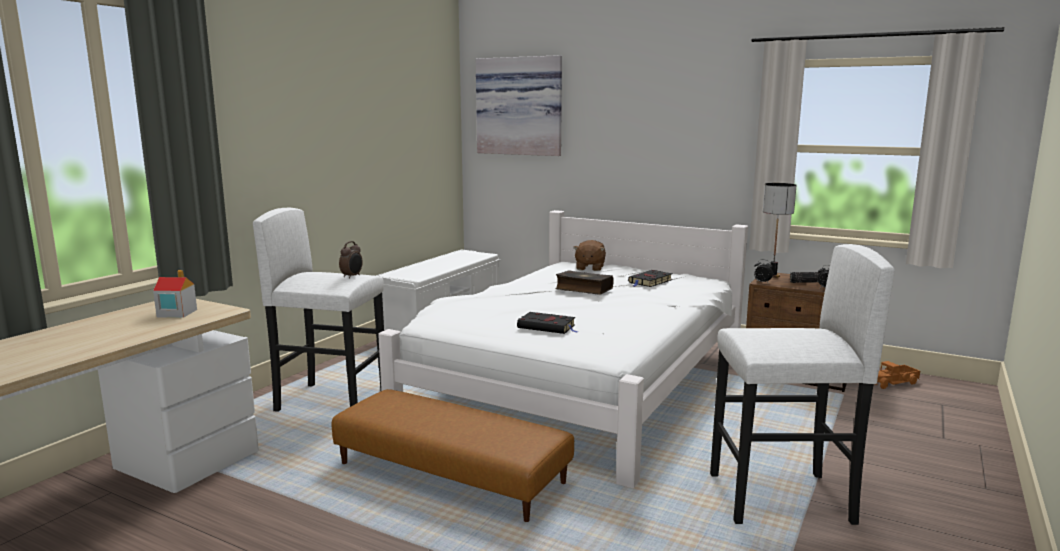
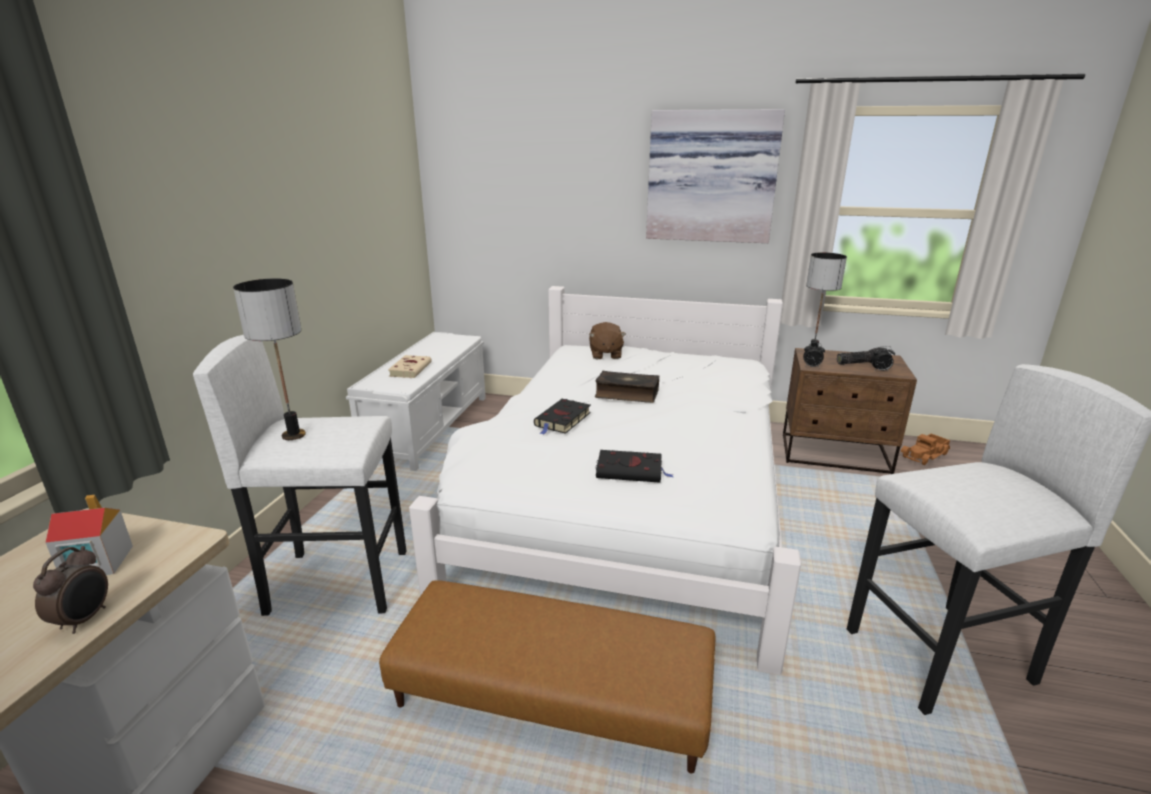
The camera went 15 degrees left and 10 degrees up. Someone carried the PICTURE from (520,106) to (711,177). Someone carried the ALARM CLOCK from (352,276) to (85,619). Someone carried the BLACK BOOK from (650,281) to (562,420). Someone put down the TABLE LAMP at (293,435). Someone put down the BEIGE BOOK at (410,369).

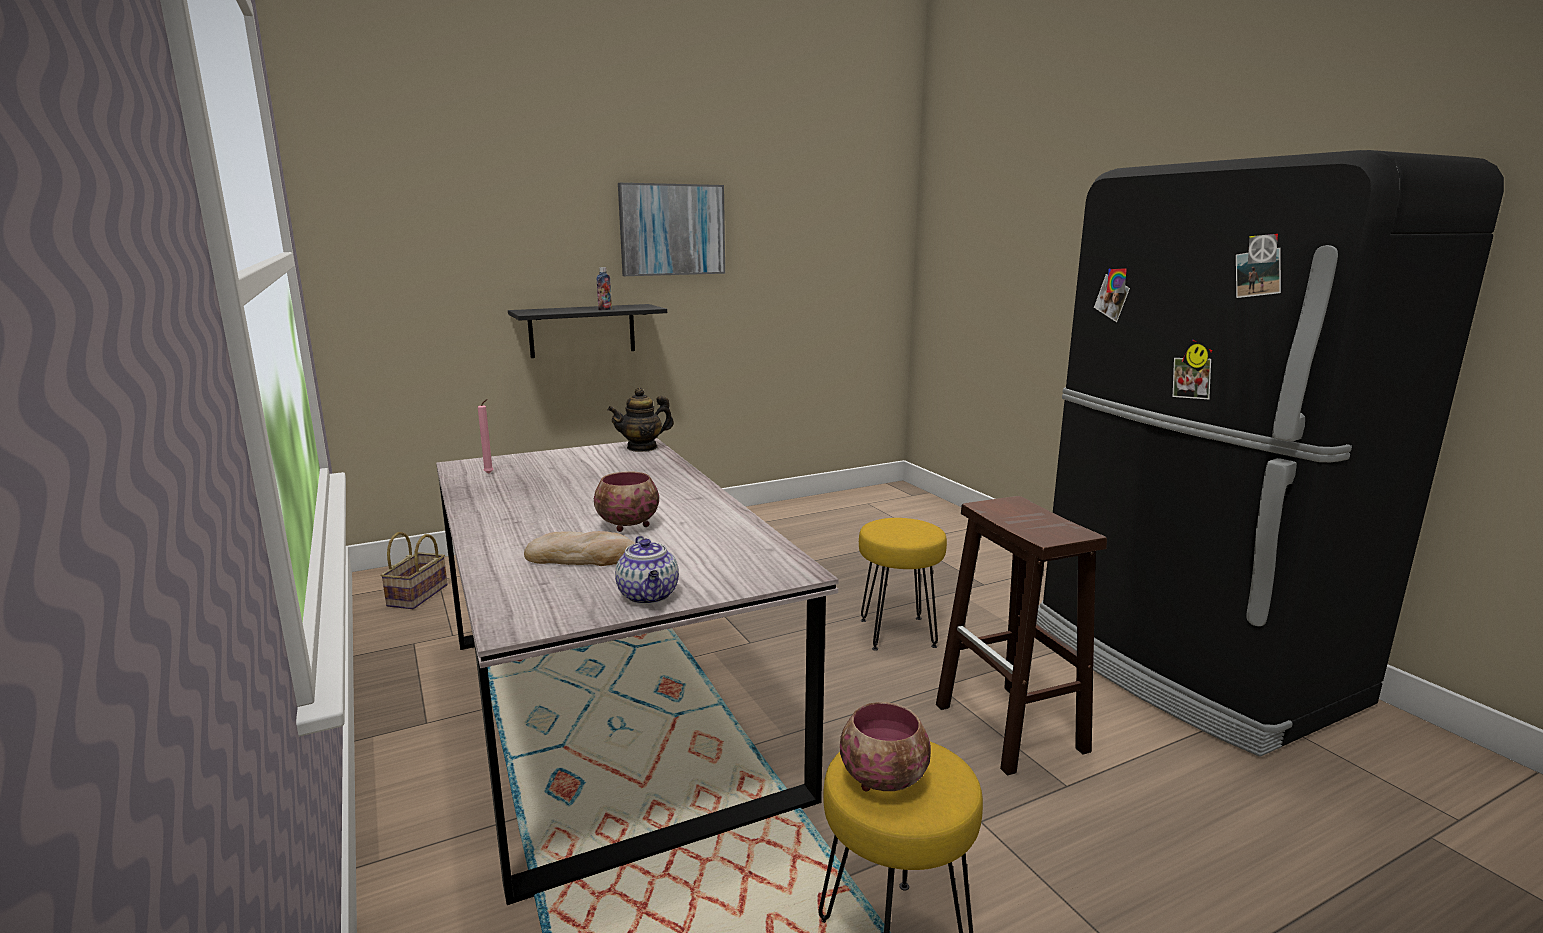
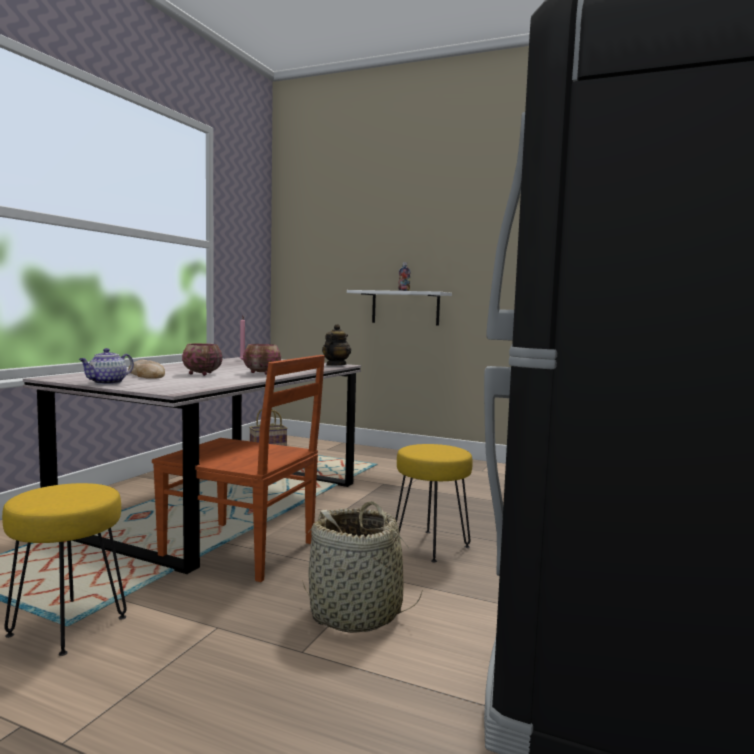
The camera went 50 degrees right and 10 degrees down. Someone took away the PICTURE at (672,230). Someone repainted the BLACK SHELF at (582,330), which became the WHITE SHELF at (405,308). Someone rotated the TEAPOT at (642,447) by 90 degrees clockwise. Someone swapped the BROWN STOOL at (1011,729) for the BASKET at (356,613). Someone carried the BOWL from (885,780) to (262,373). Someone put down the BROWN CHAIR at (242,551).

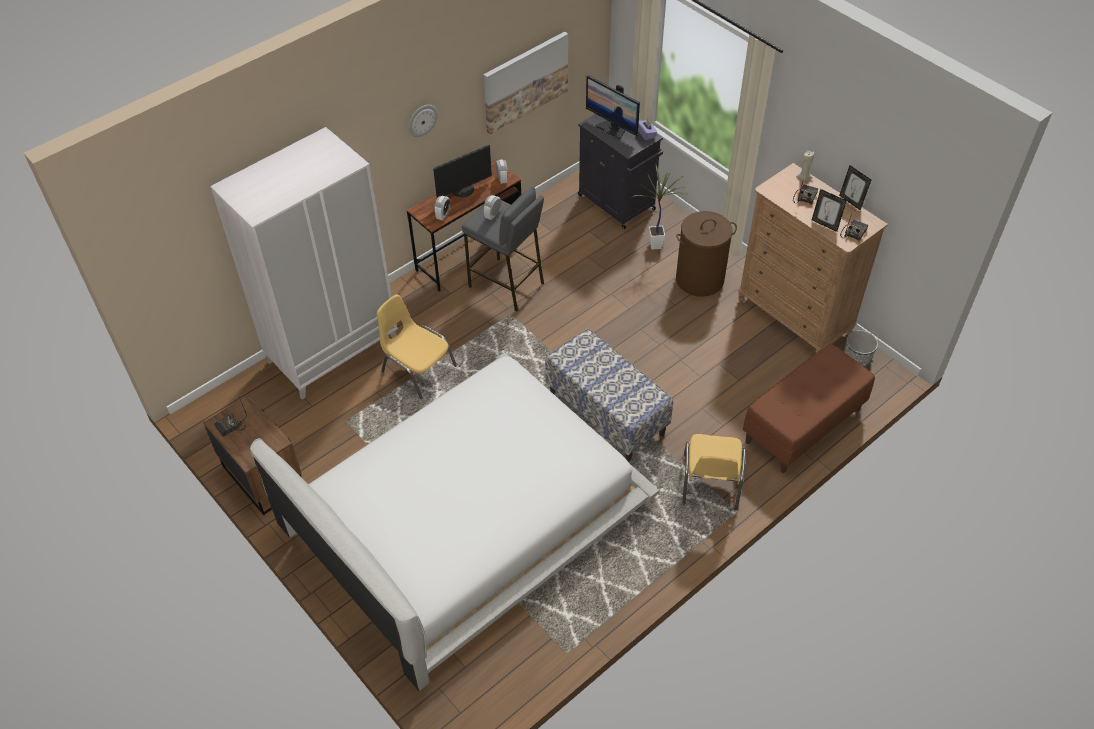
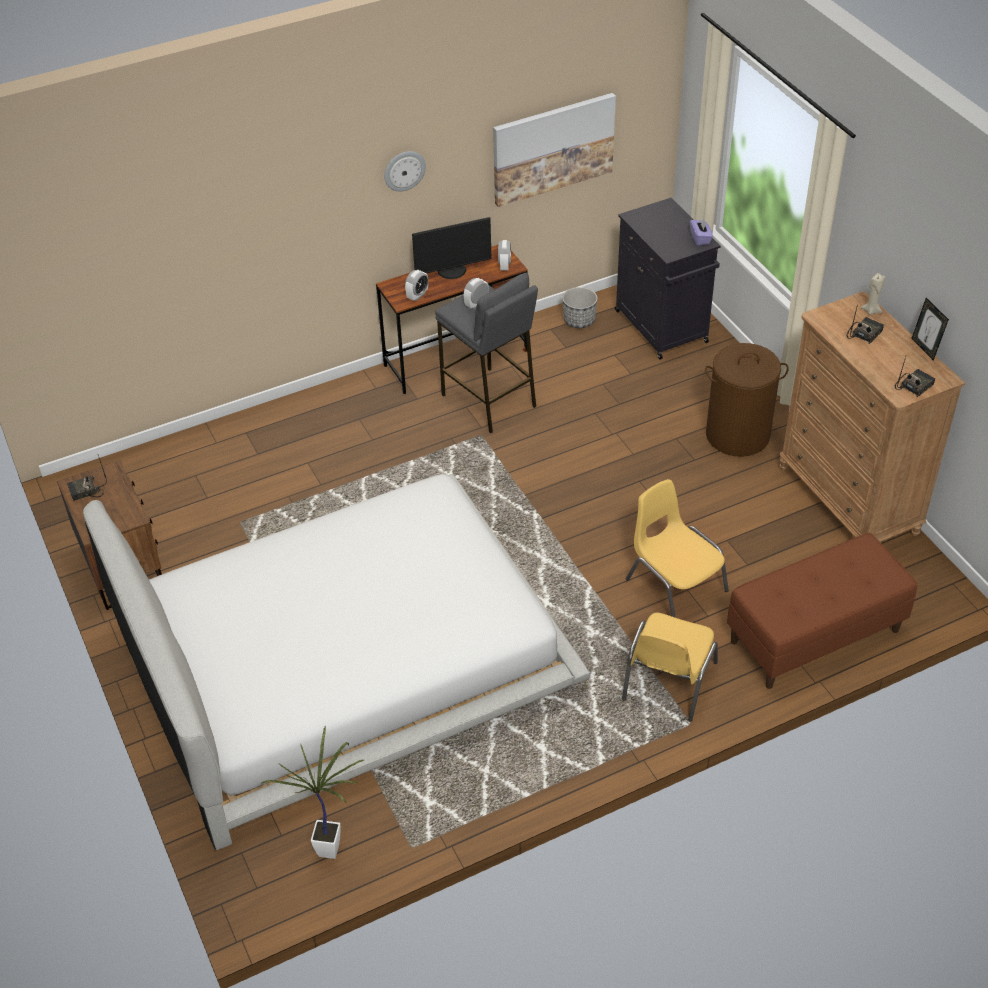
The camera went 15 degrees right and 5 degrees down. Someone took away the MONITOR at (612,128). Someone took away the WHITE WARDROBE at (333,350). Someone carried the POTTED PLANT from (656,243) to (332,847). Someone took away the PICTURE FRAME at (825,224). Someone carried the YELLOW CHAIR from (417,368) to (674,584). Someone took away the BENCH at (606,413). Someone carried the PLANTER from (857,358) to (579,320).

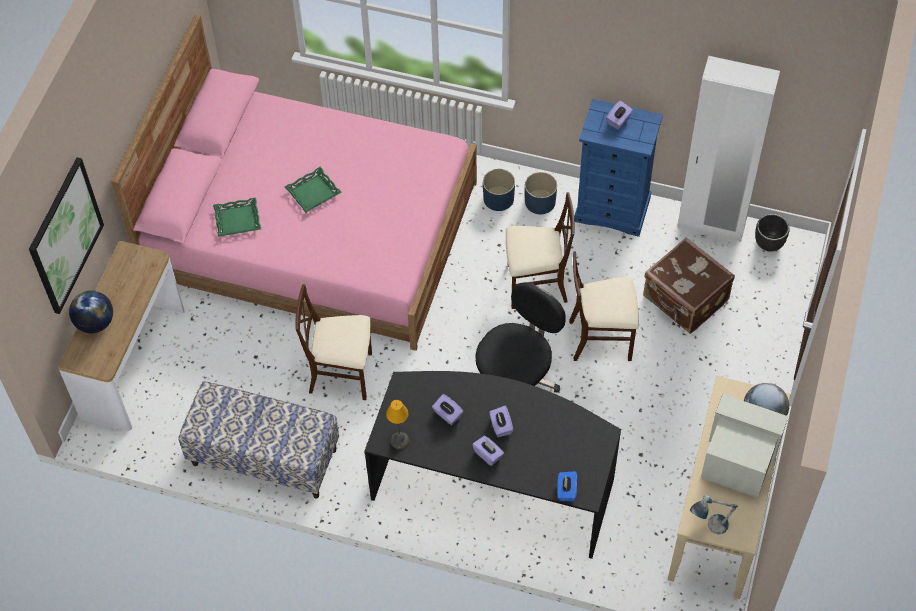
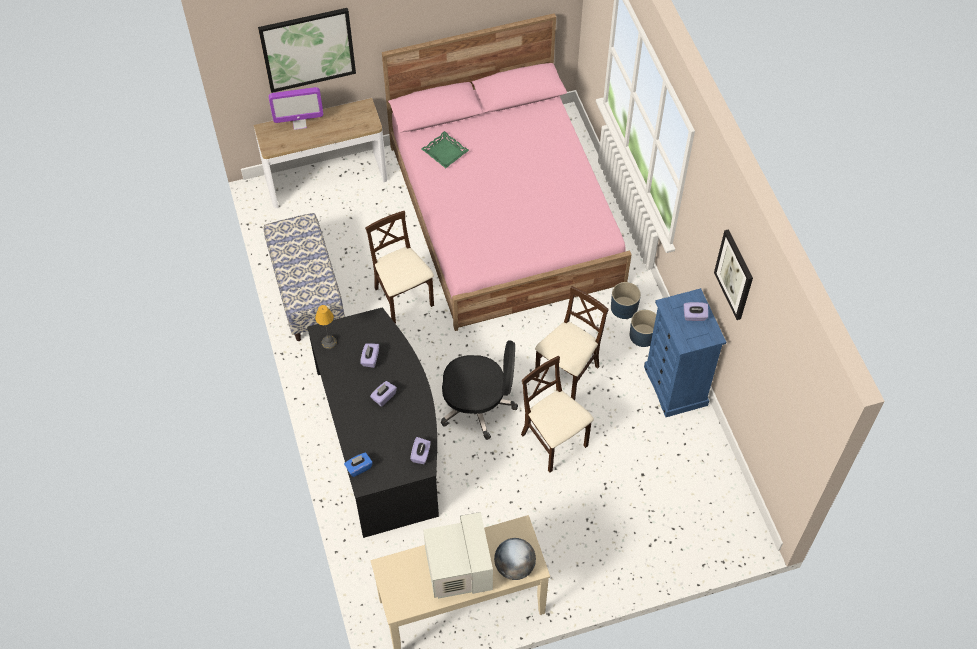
The camera went 55 degrees right and 0 degrees up. Someone took away the WHITE WARDROBE at (711,225). Someone took away the GREEN TRAY at (313,192). Someone rotated the BEIGE CHAIR at (536,284) by 105 degrees counterclockwise. Someone took away the BLACK PLANTER at (769,244). Someone took away the BROWN SUITCASE at (685,300). Someone swapped the GLOBE at (95,323) for the MONITOR at (299,123). Someone carried the PURPLE TISSUE BOX from (488,454) to (421,455). Someone took away the TABLE LAMP at (709,527). Someone put up the PICTURE at (734,274).

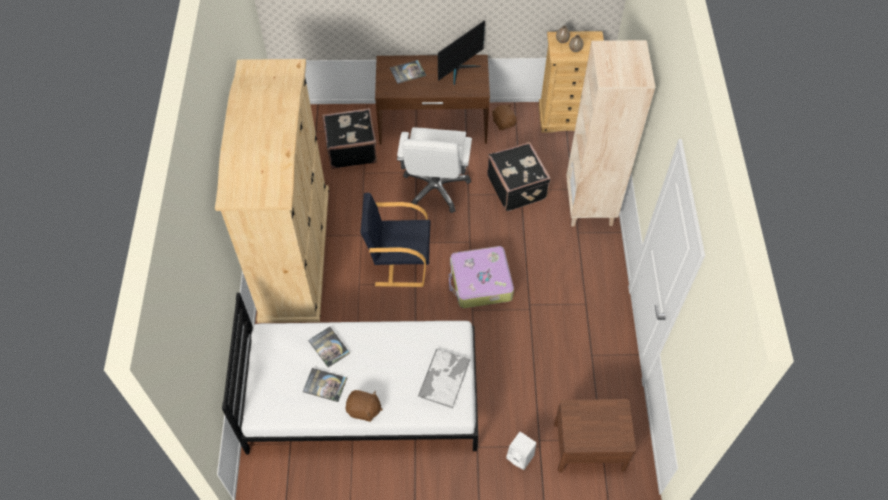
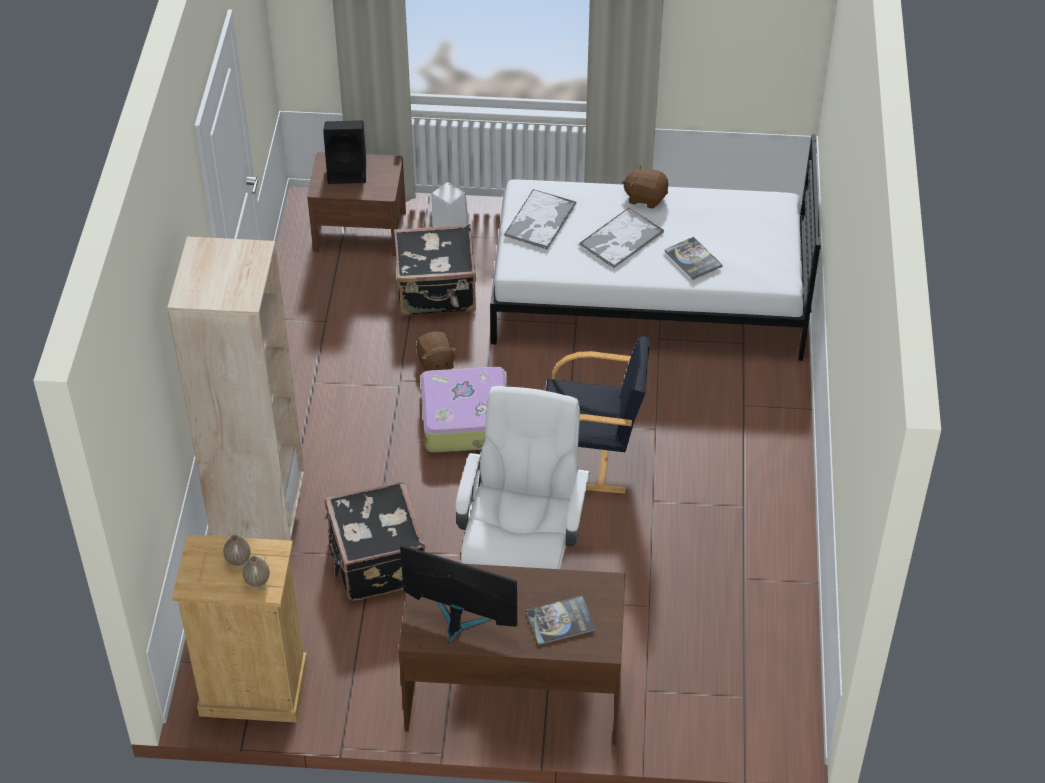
The camera went 175 degrees left and 10 degrees down. Someone rotated the MONITOR at (459,69) by 60 degrees clockwise. Someone took away the BEIGE WARDROBE at (294,252). Someone carried the BROWN PLUSH TOY from (504,123) to (435,363). Someone carried the BLACK SUITCASE from (351,149) to (437,292). Someone took away the BOOK at (325,385). Someone put down the BLACK SPEAKER at (348,170). Someone put down the TRAY at (621,239).

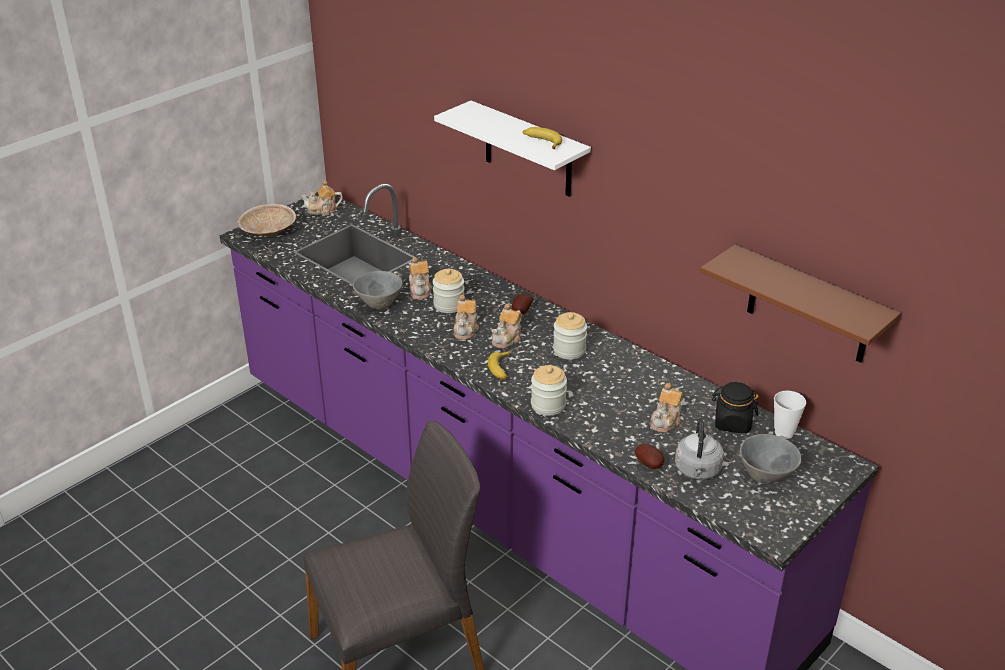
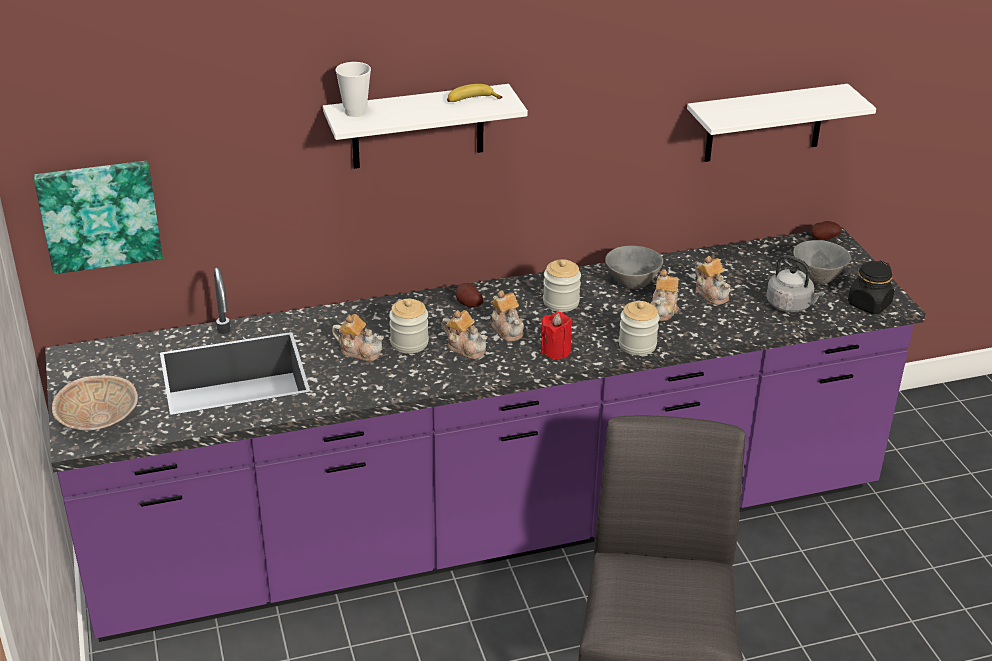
The camera went 60 degrees left and 0 degrees up. Someone carried the TEAPOT from (323,210) to (663,310). Someone repainted the BROWN SHELF at (808,306), which became the WHITE SHELF at (764,123). Someone carried the GREY BOWL from (380,302) to (631,281). Someone swapped the BANANA at (501,369) for the RED CANDLE at (555,350). Someone carried the BLACK JAR from (732,423) to (869,304). Someone carried the CUP from (784,433) to (355,112). Someone carried the POTATO from (650,465) to (823,239). Someone put up the PICTURE at (99,214).

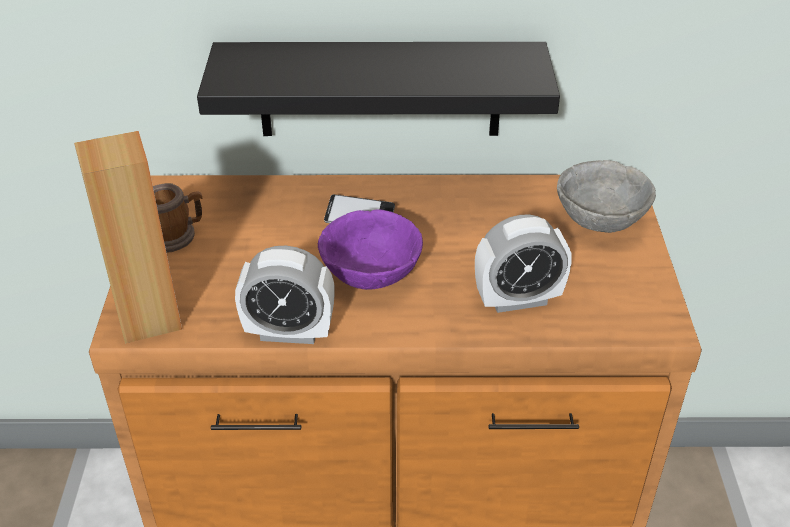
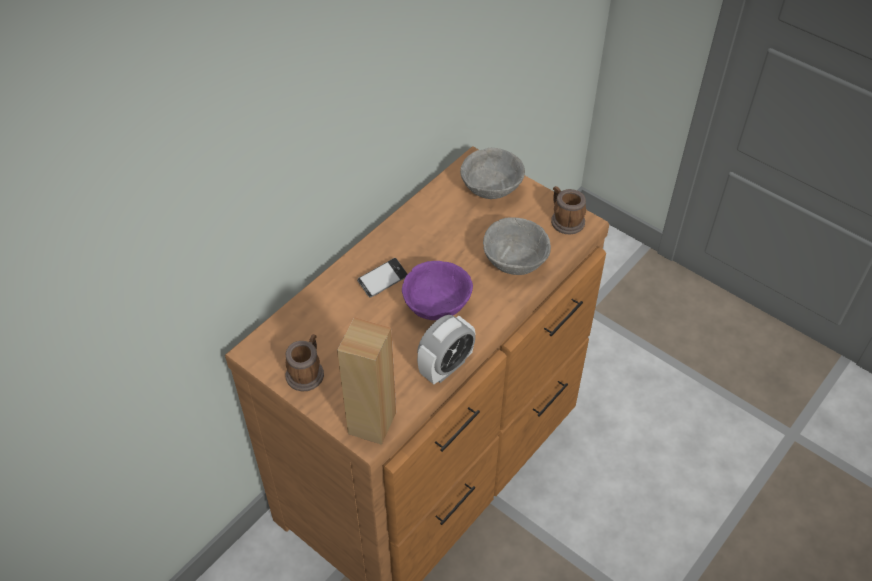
The camera went 50 degrees left and 10 degrees up. Someone took away the BLACK SHELF at (380,89). Someone swapped the ALARM CLOCK at (518,300) for the GREY BOWL at (514,261). Someone put down the MUG at (565,220).

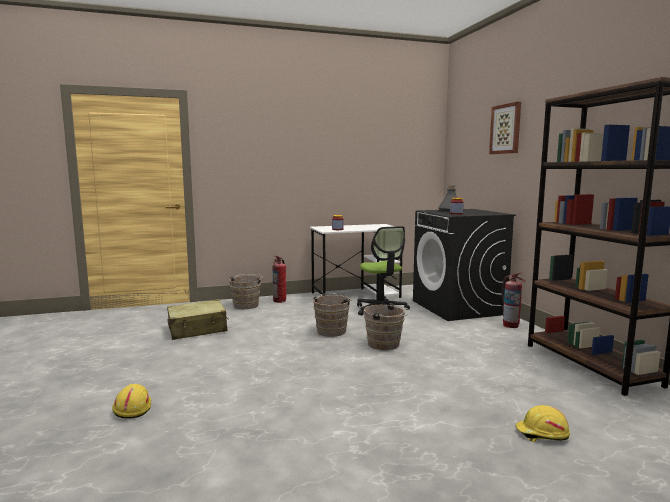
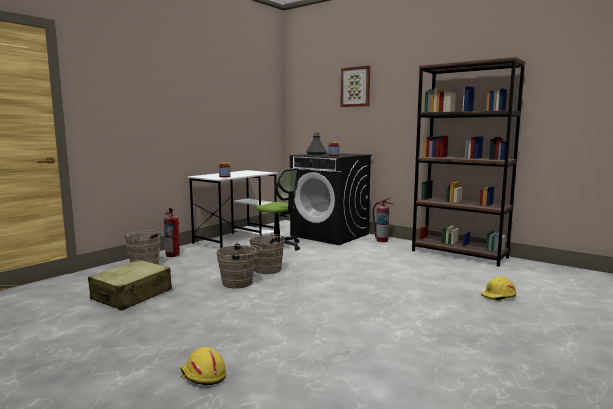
The camera went 35 degrees left and 0 degrees up. Someone carried the BROWN BUCKET from (386,345) to (240,283).

